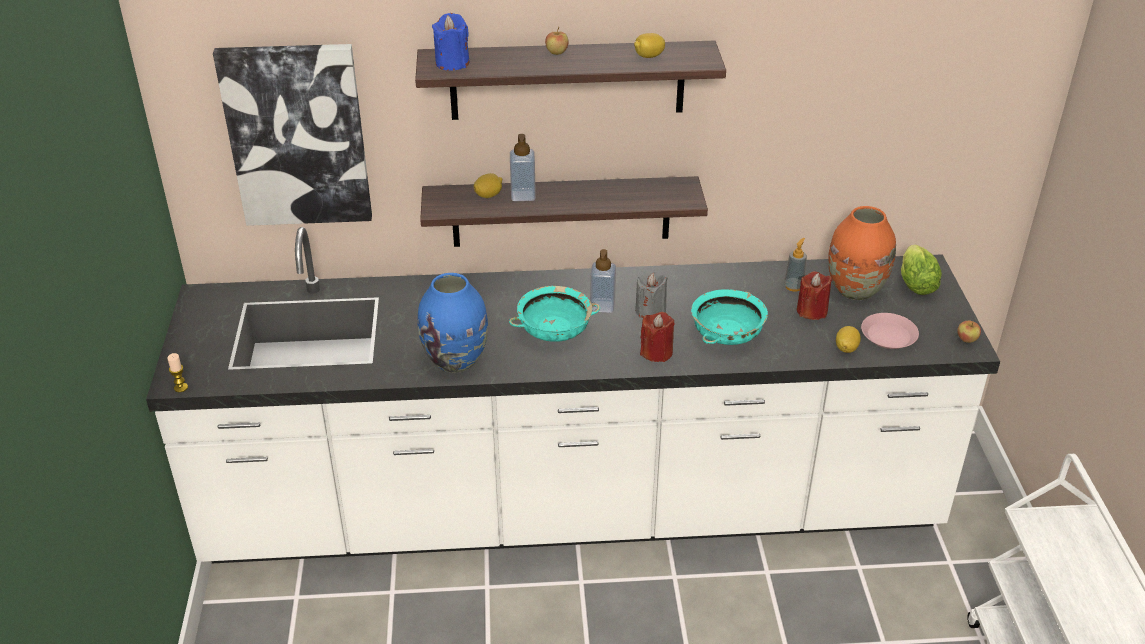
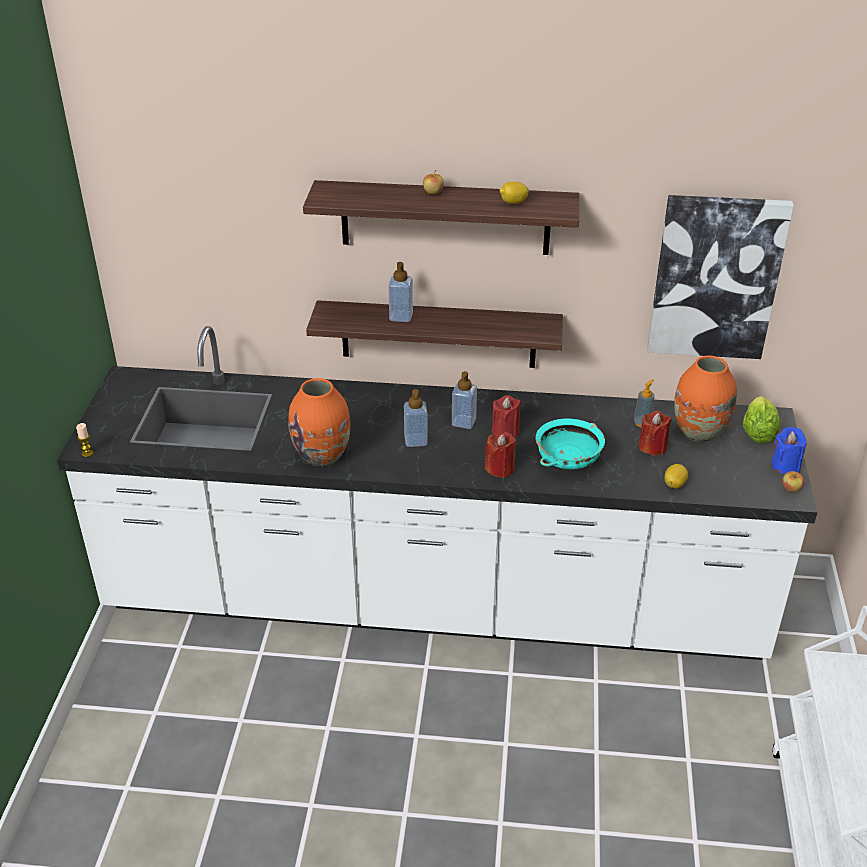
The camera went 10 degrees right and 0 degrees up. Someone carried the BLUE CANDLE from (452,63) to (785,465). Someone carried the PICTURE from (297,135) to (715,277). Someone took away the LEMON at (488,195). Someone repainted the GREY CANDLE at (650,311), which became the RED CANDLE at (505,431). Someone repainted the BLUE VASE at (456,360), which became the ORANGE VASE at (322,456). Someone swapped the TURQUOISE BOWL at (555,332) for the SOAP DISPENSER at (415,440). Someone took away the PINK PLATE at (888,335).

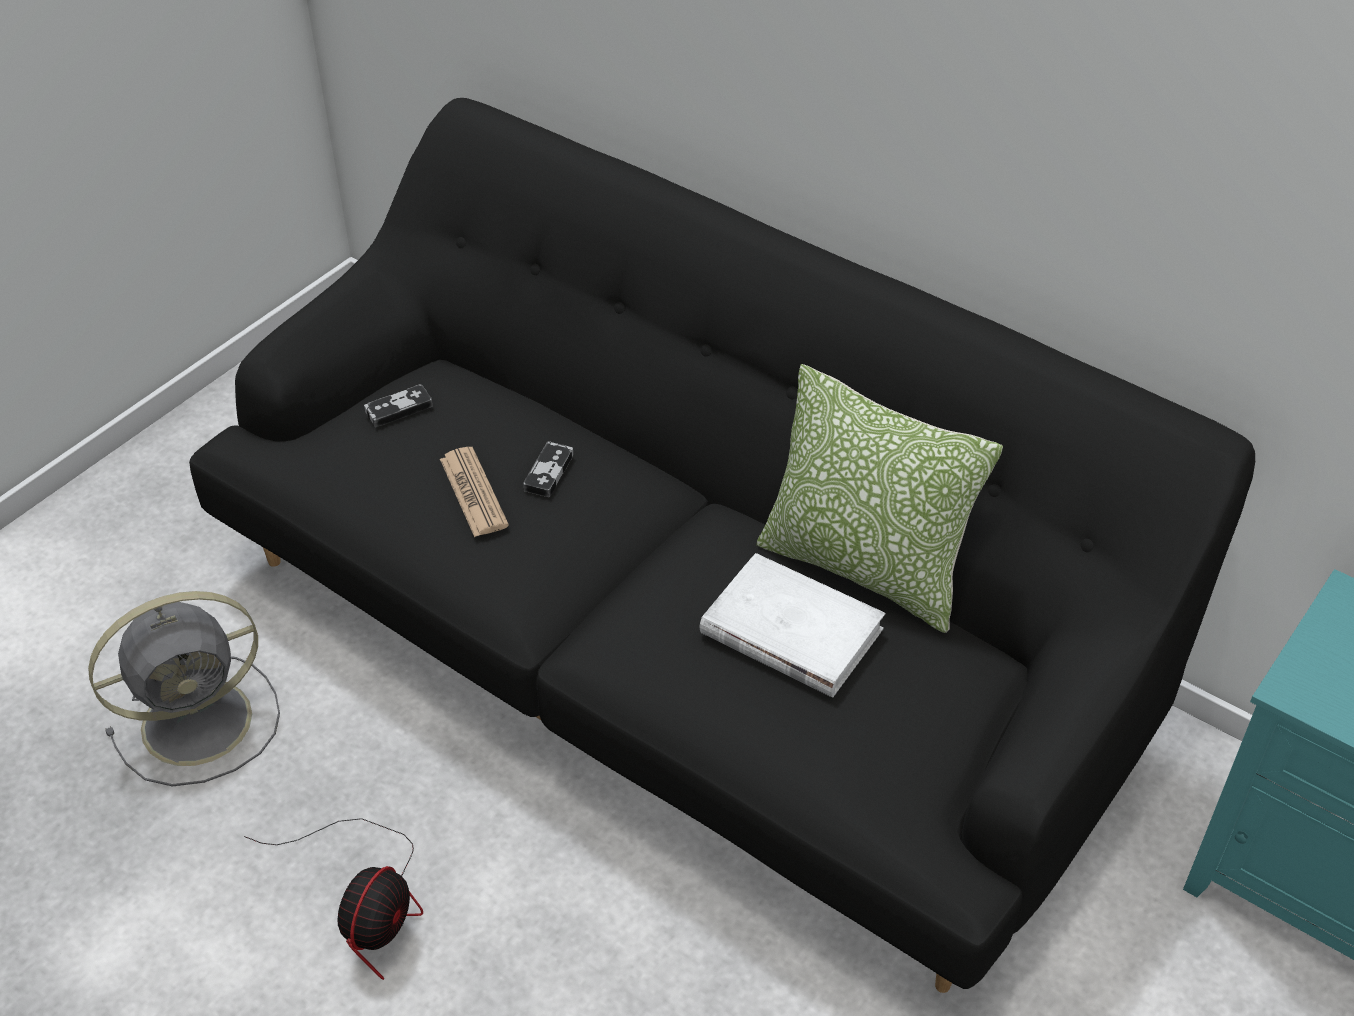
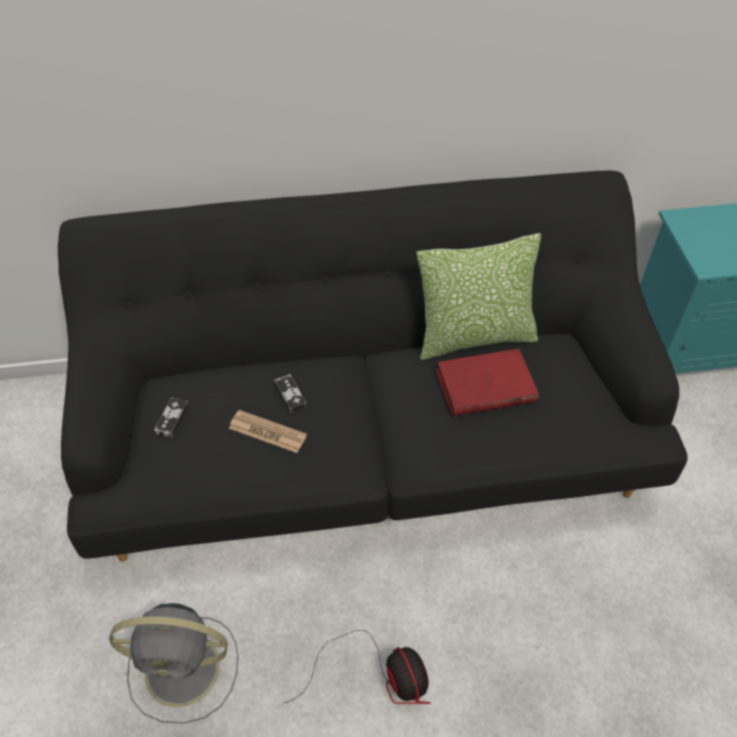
The camera went 45 degrees left and 5 degrees up. Someone repainted the WHITE BOOK at (790,631), which became the RED BOOK at (485,386). Someone rotated the GREY FAN at (202,720) by 75 degrees clockwise.

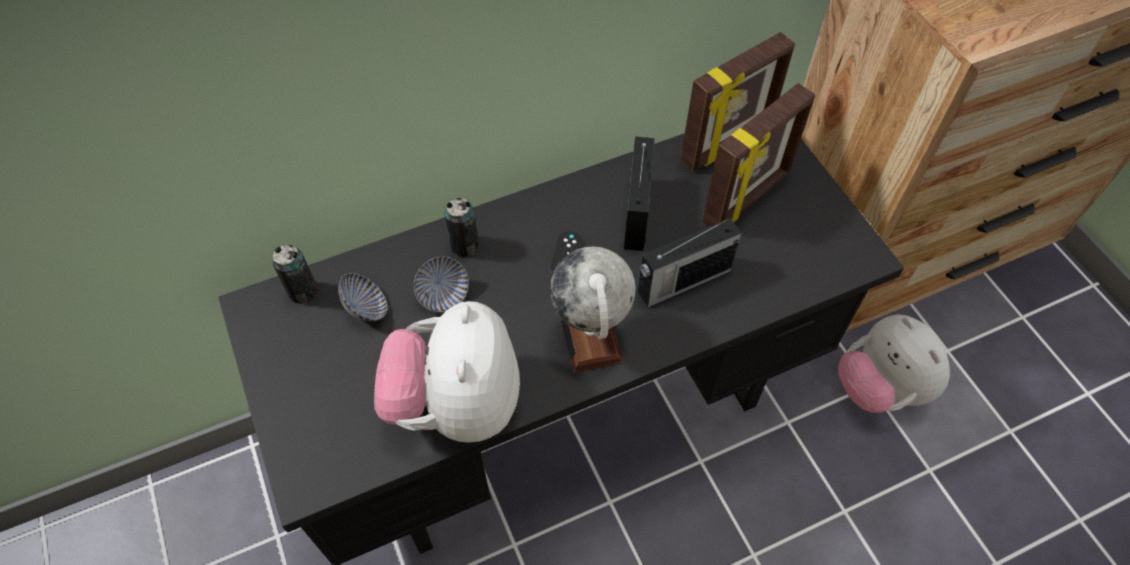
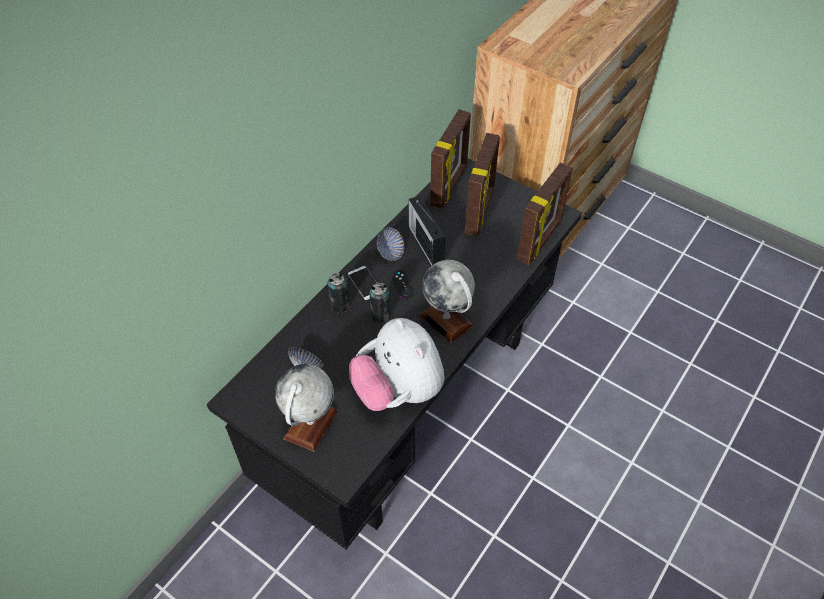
The camera went 30 degrees left and 5 degrees down. Someone took away the RADIO at (682,281). Someone carried the CAN from (303,292) to (380,315). Someone carried the BOWL from (443,295) to (390,253). Someone took away the PLUSH TOY at (879,387). Someone put down the PICTURE FRAME at (540,240). Someone put down the PHONE at (365,283). Someone put down the GLOBE at (310,425).

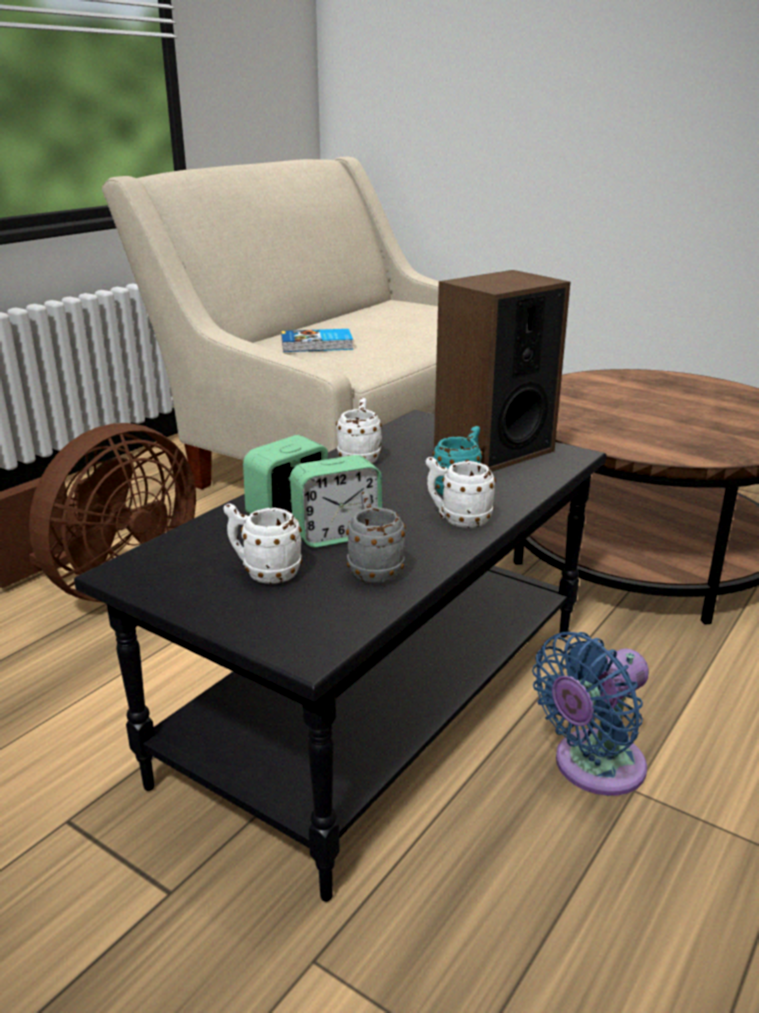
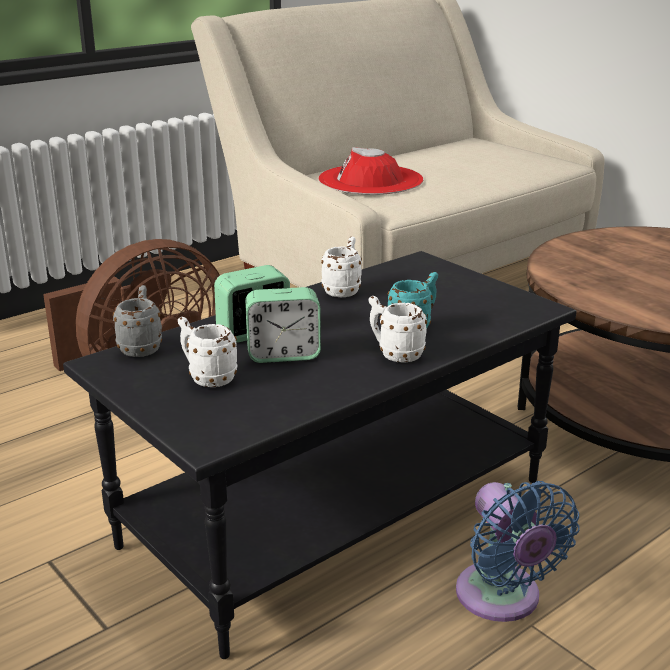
The camera went 15 degrees right and 0 degrees up. Someone took away the SPEAKER at (493,450). Someone swapped the BOOK at (317,345) for the RED HAT at (370,180). Someone carried the GREY MUG from (373,569) to (141,347). Someone rotated the BLUE FAN at (592,767) by 90 degrees counterclockwise.

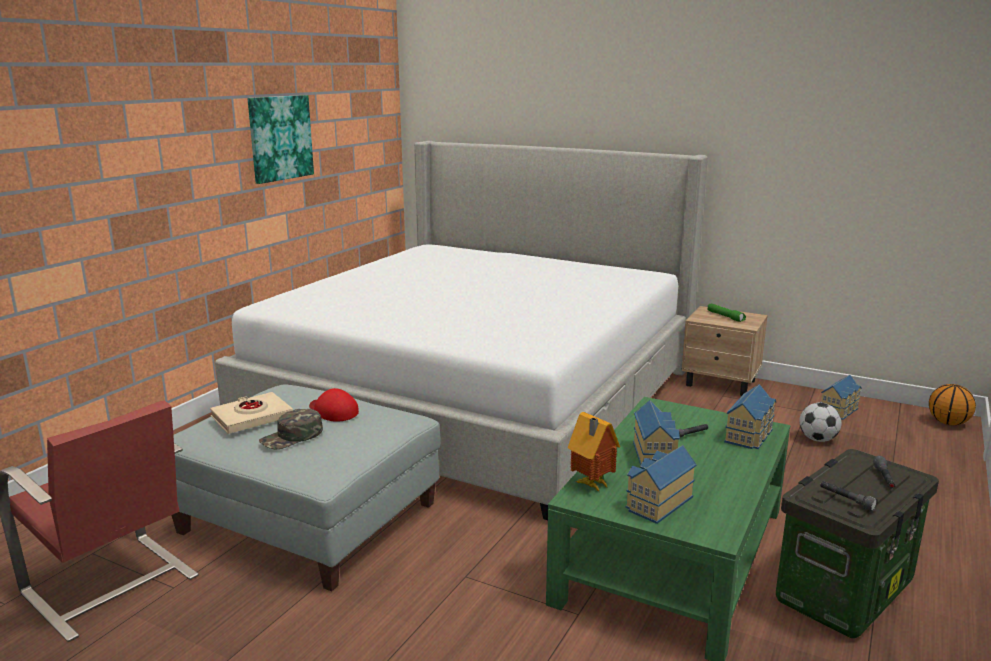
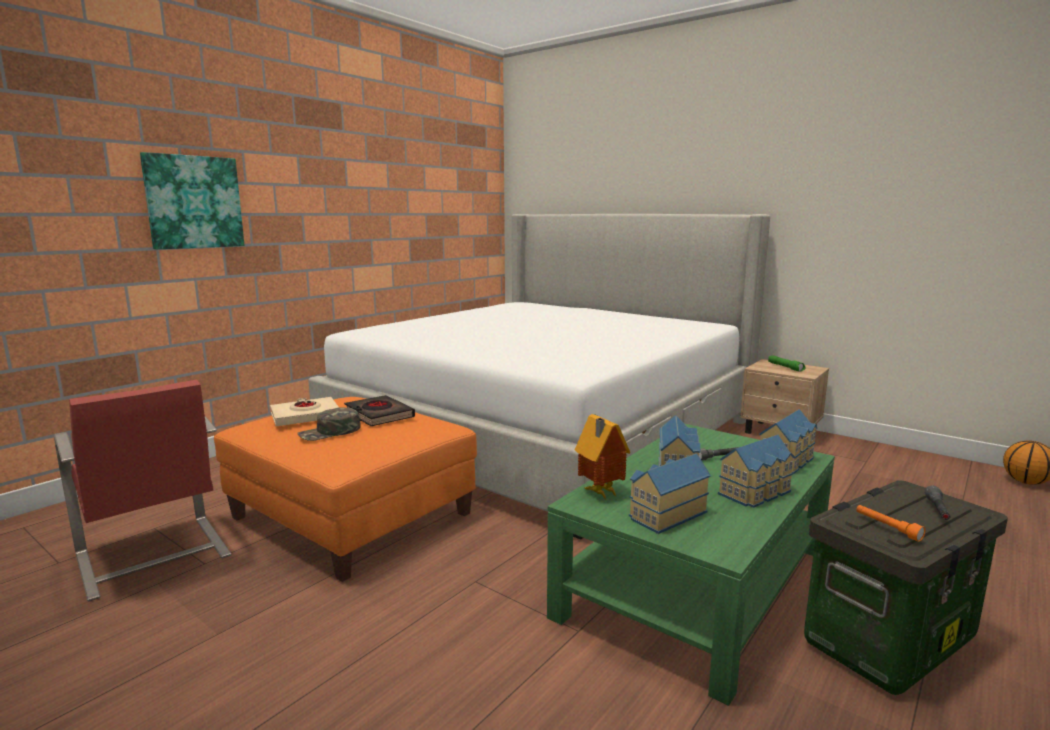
The camera went 10 degrees right and 5 degrees down. Someone carried the PICTURE from (280,138) to (194,202). Someone carried the TOY HOUSE from (839,410) to (757,492). Someone repainted the GREY OTTOMAN at (310,517), which became the ORANGE OTTOMAN at (353,515). Someone swapped the RED CAP at (333,411) for the BLACK BOOK at (379,415). Someone took away the FOOTBALL at (817,439). Someone repainted the GREY FLASHLIGHT at (846,500), which became the ORANGE FLASHLIGHT at (887,527).

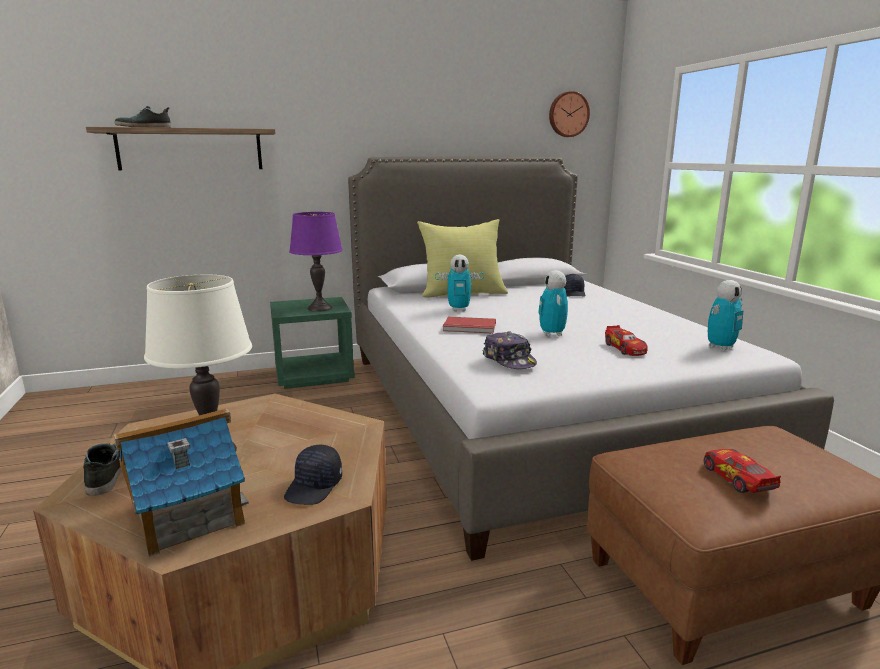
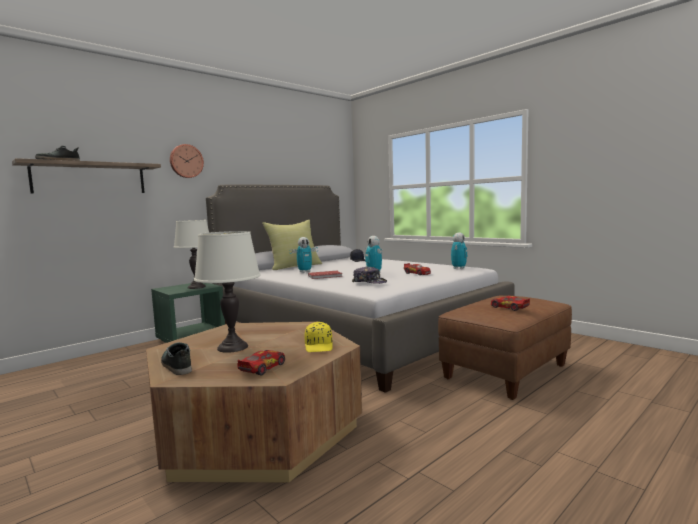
The camera went 25 degrees left and 10 degrees down. Someone carried the WALL CLOCK from (568,114) to (186,161). Someone repainted the PURPLE TABLE LAMP at (319,308), which became the WHITE TABLE LAMP at (196,287). Someone swapped the TOY HOUSE at (187,516) for the TOY CAR at (263,368). Someone repainted the BLACK CAP at (314,487), which became the YELLOW CAP at (319,346).

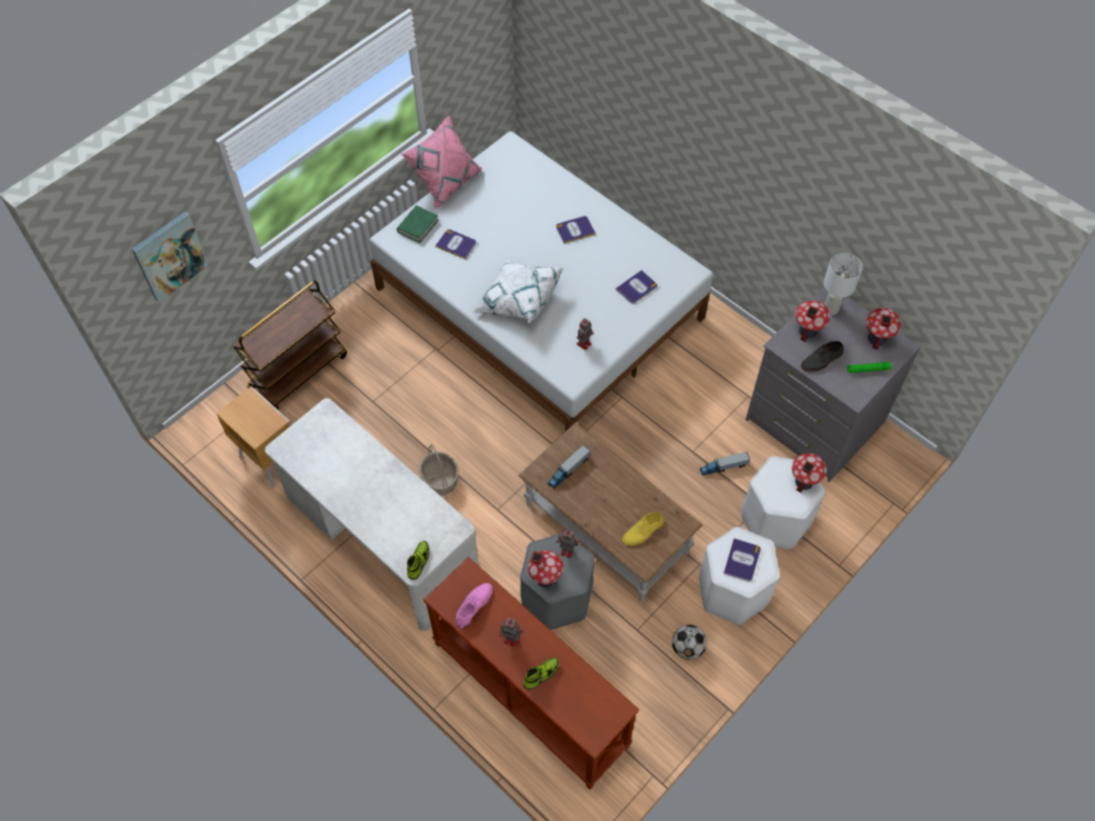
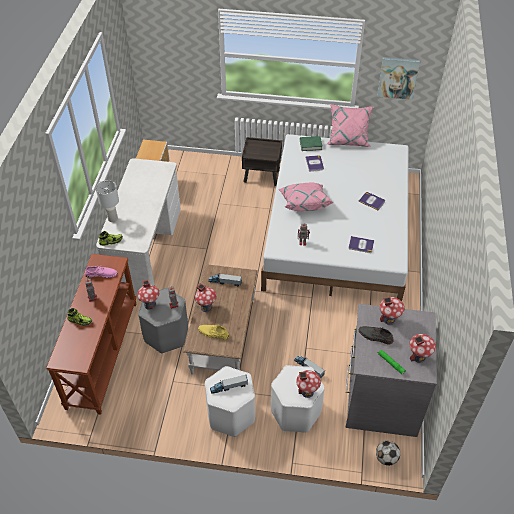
The camera went 55 degrees right and 10 degrees down. Someone carried the PICTURE from (170,255) to (397,77). Someone carried the WHITE TABLE LAMP from (830,308) to (112,218). Someone repainted the WHITE PILLOW at (518,300), which became the PINK PILLOW at (304,203). Someone took away the BROWN CART at (298,372). Someone took away the BASKET at (439,480). Someone swapped the BOOK at (742,560) for the TOY TRUCK at (229,387). Someone carried the FOOTBALL from (687,648) to (386,458). Someone put down the BROWN NIGHTSTAND at (262,176). Someone put down the TOY HOUSE at (206,307).

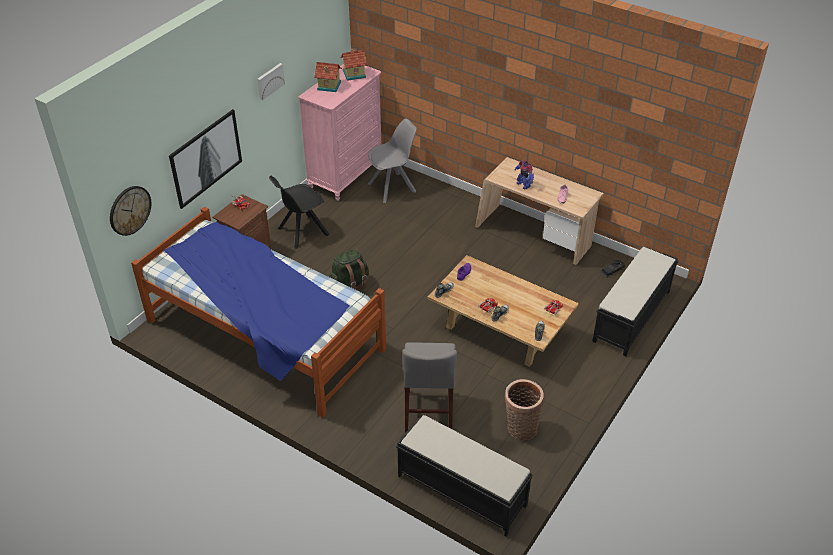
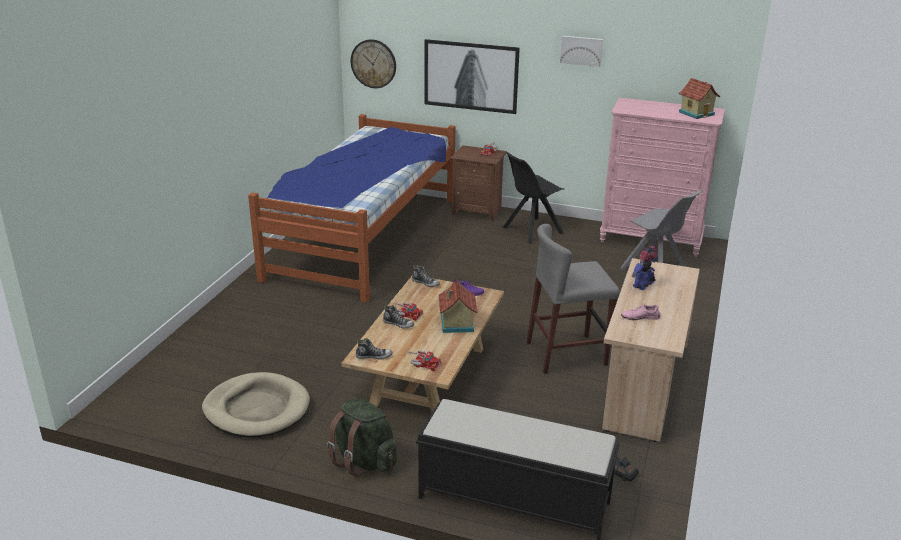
The camera went 75 degrees right and 15 degrees down. Someone carried the TOY HOUSE from (329,86) to (456,324). Someone rotated the BLACK CHAIR at (301,232) by 75 degrees counterclockwise. Someone carried the GREEN BACKPACK from (349,284) to (364,461). Someone carried the GREY STOOL from (428,411) to (566,354). Someone swapped the BASKET at (520,428) for the BEIGE DOG BED at (257,409). Someone took away the BLACK BENCH at (461,490).

